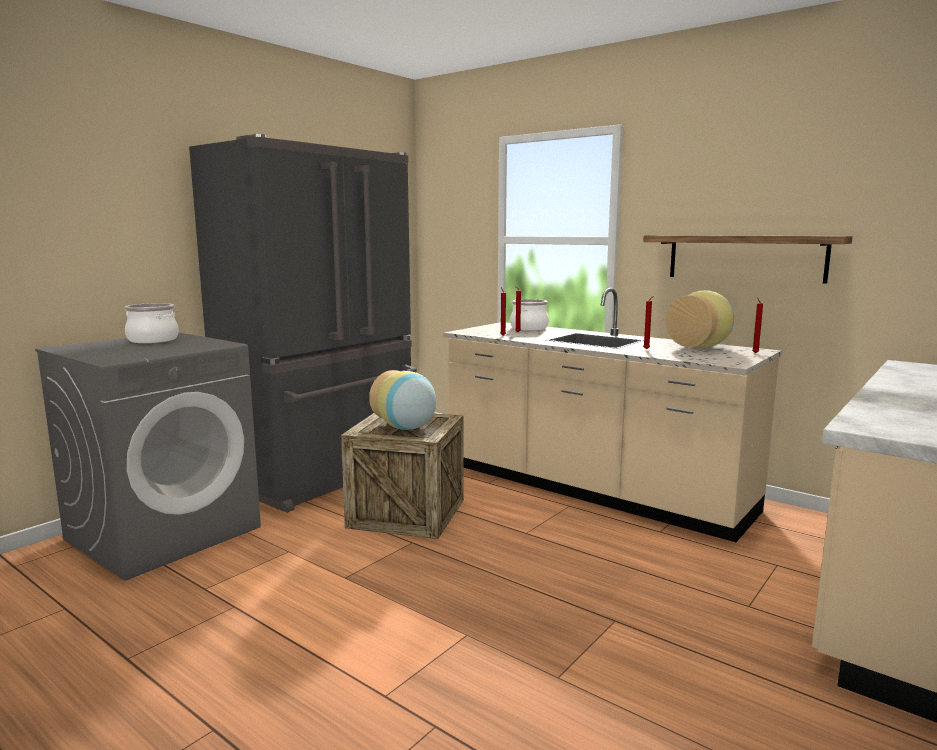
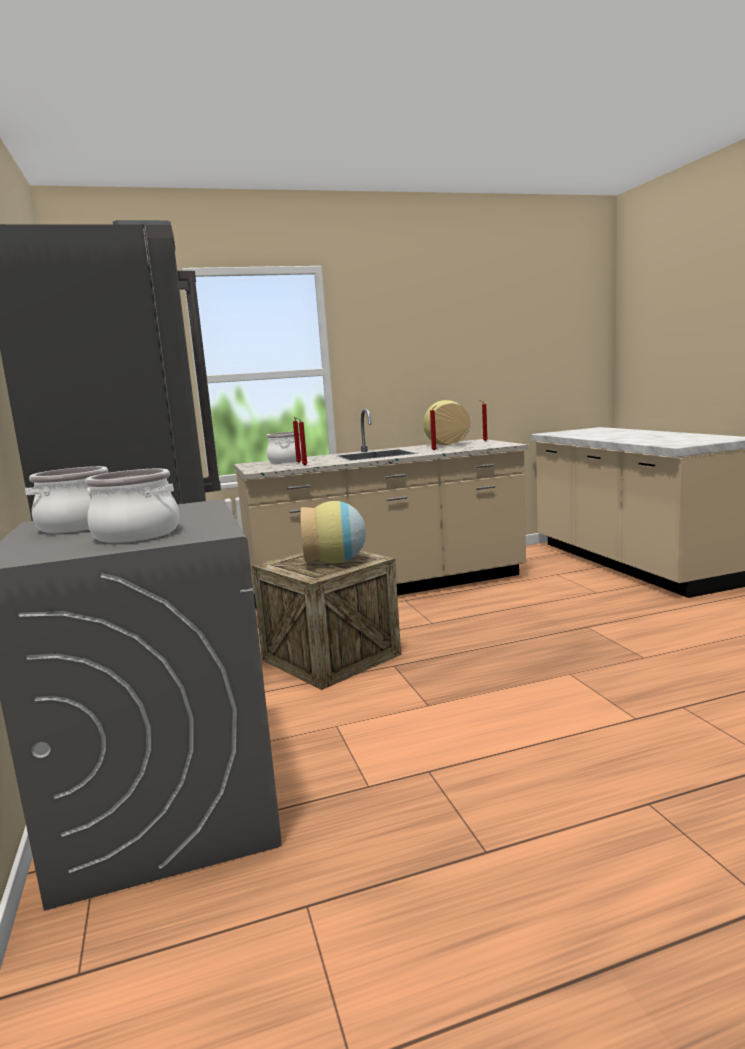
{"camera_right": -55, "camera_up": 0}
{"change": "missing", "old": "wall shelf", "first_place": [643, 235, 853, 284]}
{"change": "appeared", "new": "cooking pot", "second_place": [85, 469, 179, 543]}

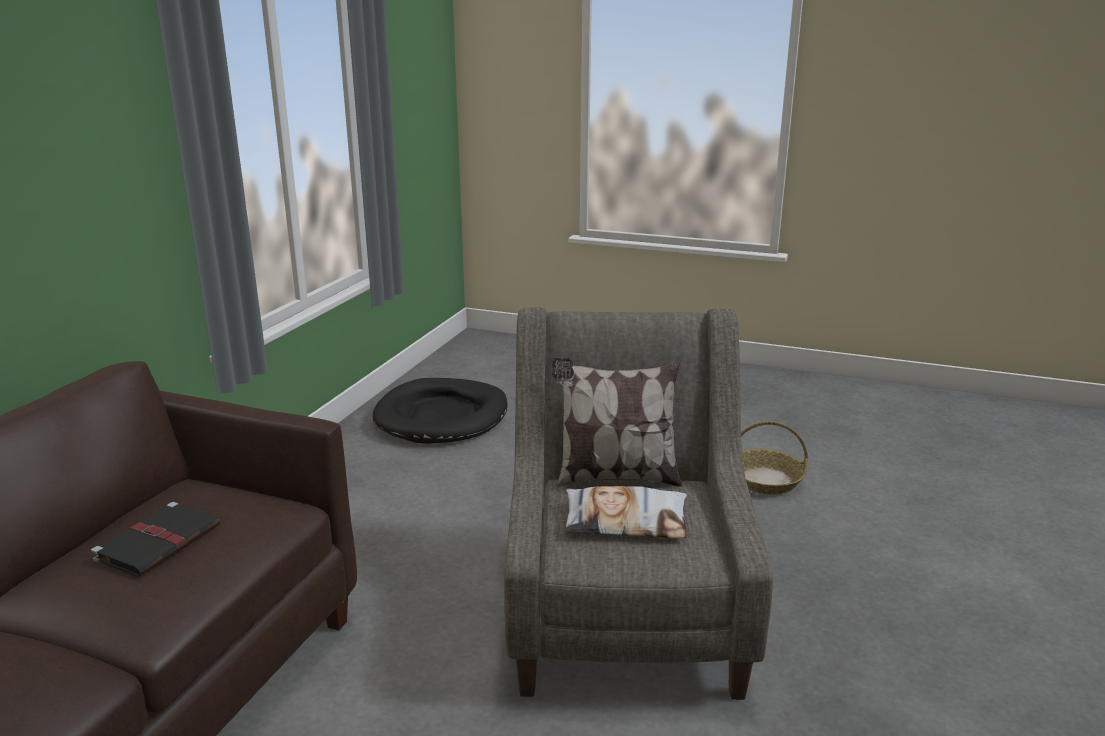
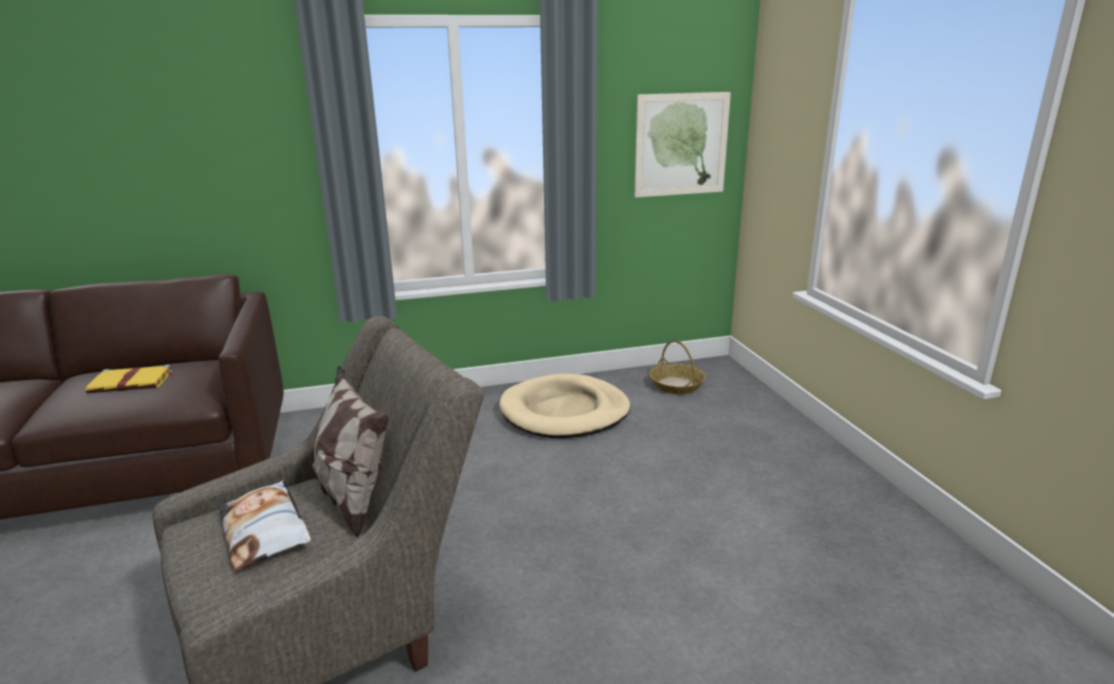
{"camera_right": 55, "camera_up": 0}
{"change": "colour", "old": "black bound book", "new": "yellowish bound book", "first_place": [91, 502, 220, 577], "second_place": [85, 365, 175, 393]}
{"change": "colour", "old": "black pet bed", "new": "beige-coloured pet bed", "first_place": [373, 378, 508, 444], "second_place": [499, 374, 631, 438]}
{"change": "relocated", "old": "household basket", "first_place": [741, 421, 808, 494], "second_place": [650, 340, 706, 394]}
{"change": "appeared", "new": "picture", "second_place": [634, 92, 731, 198]}

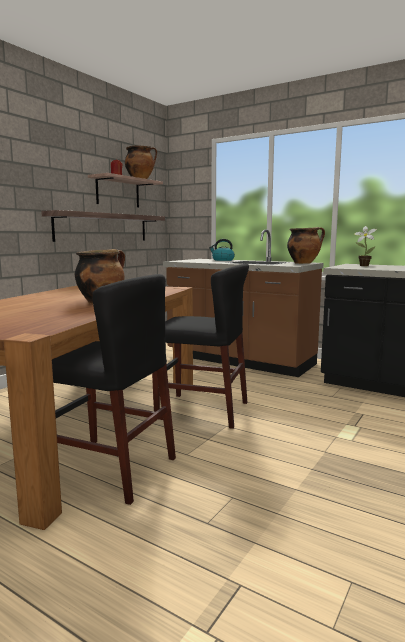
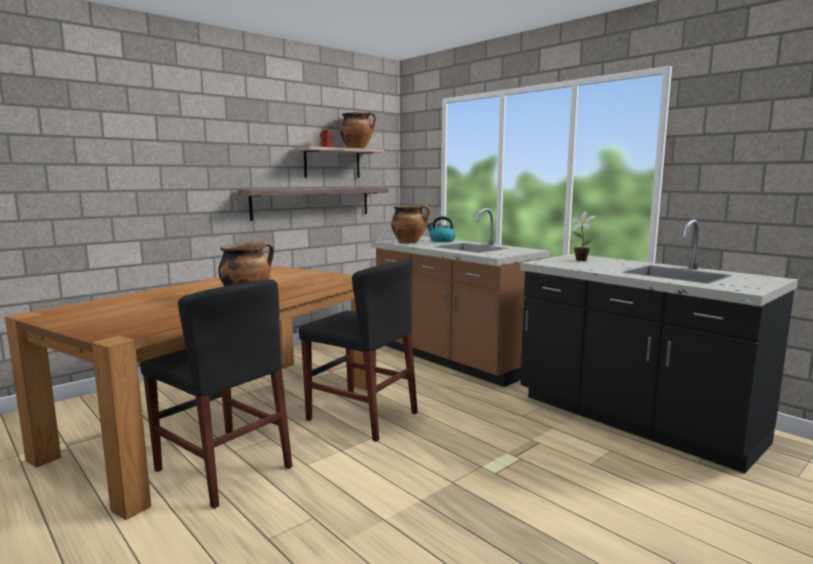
{"camera_right": 15, "camera_up": 0}
{"change": "relocated", "old": "cooking pot", "first_place": [287, 227, 325, 264], "second_place": [391, 205, 430, 243]}

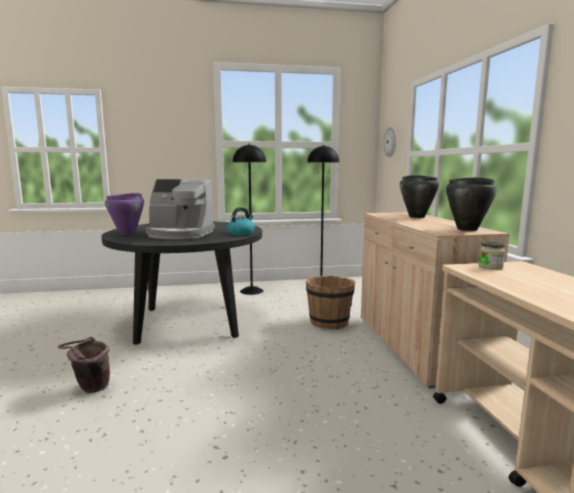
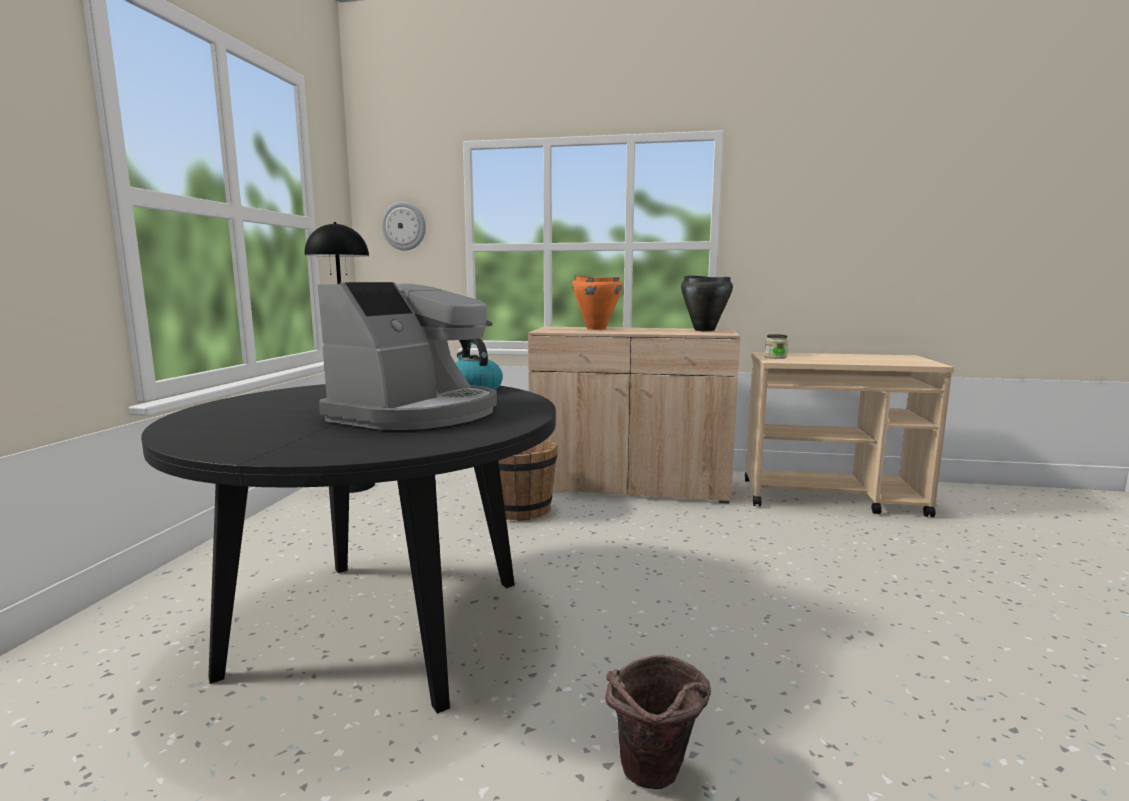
{"camera_right": -70, "camera_up": 0}
{"change": "missing", "old": "purplish cooking pot", "first_place": [105, 193, 144, 235]}
{"change": "missing", "old": "black standard lamp", "first_place": [233, 144, 266, 295]}
{"change": "colour", "old": "black cooking pot", "new": "orangey cooking pot", "first_place": [400, 175, 439, 218], "second_place": [572, 275, 622, 330]}

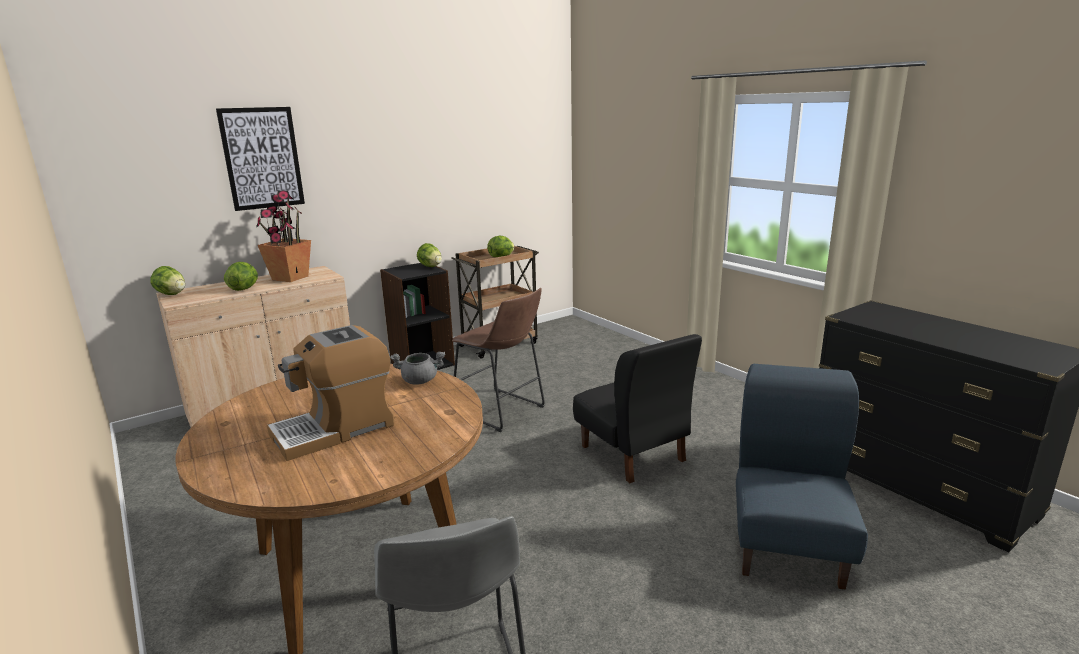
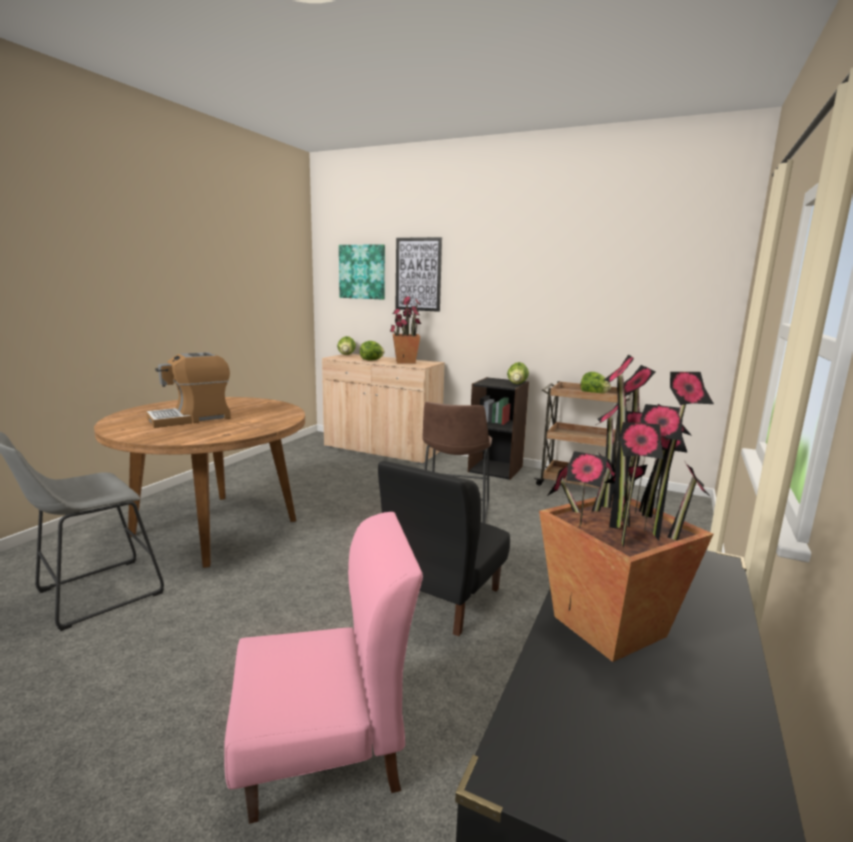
{"camera_right": 60, "camera_up": -5}
{"change": "spun", "old": "coffee brewer", "first_place": [267, 325, 394, 461], "second_place": [146, 352, 231, 428], "degrees": -60}
{"change": "missing", "old": "grey cooking pot", "first_place": [390, 352, 445, 385]}
{"change": "colour", "old": "blue-coloured chair", "new": "pinkish chair", "first_place": [736, 364, 868, 590], "second_place": [224, 512, 423, 824]}
{"change": "appeared", "new": "picture", "second_place": [339, 244, 385, 300]}
{"change": "appeared", "new": "houseplant", "second_place": [539, 355, 714, 662]}

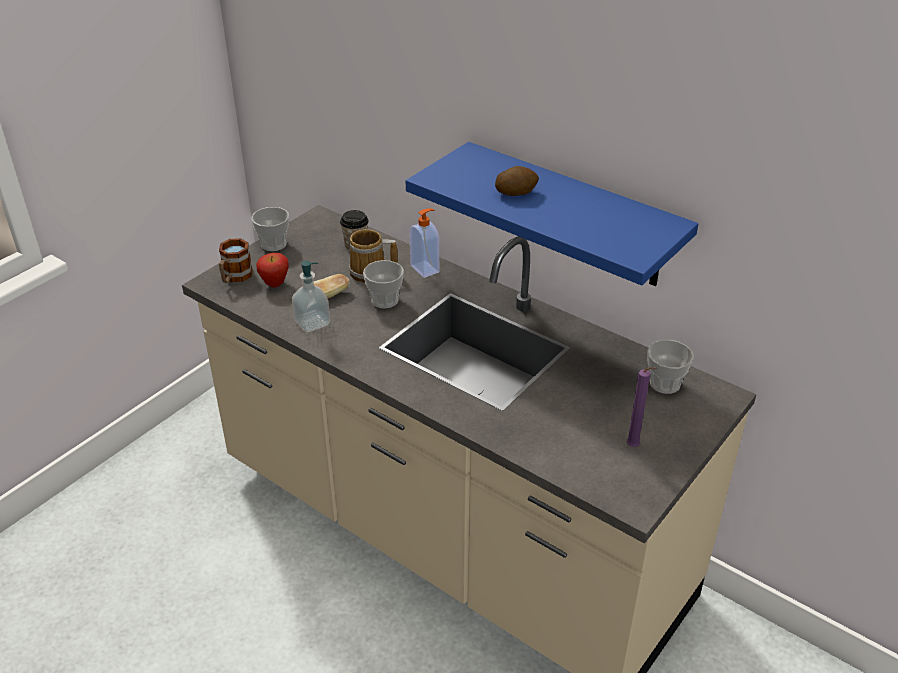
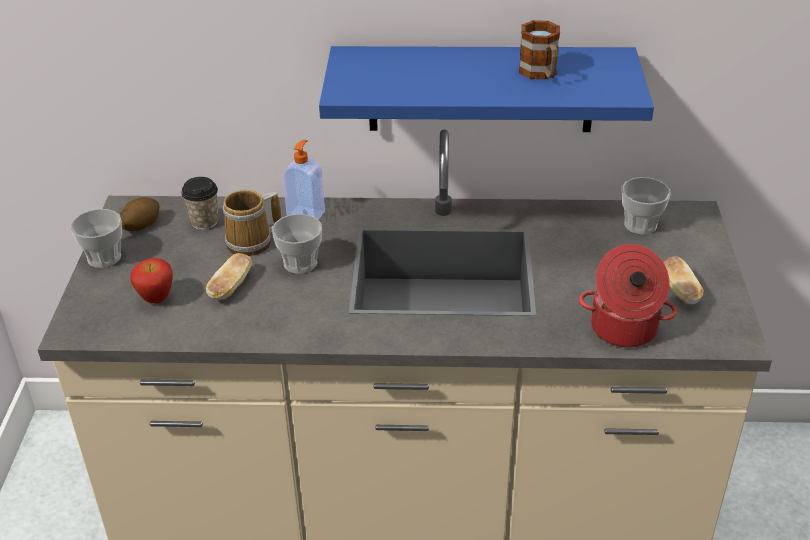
{"camera_right": -35, "camera_up": 0}
{"change": "relocated", "old": "coffee mug", "first_place": [219, 238, 253, 283], "second_place": [519, 20, 560, 79]}
{"change": "missing", "old": "liquid soap bottle", "first_place": [292, 261, 330, 332]}
{"change": "relocated", "old": "whole potato", "first_place": [495, 166, 539, 196], "second_place": [119, 197, 159, 231]}
{"change": "exchanged", "old": "purplish wax light", "new": "baked bread", "first_place": [626, 367, 657, 447], "second_place": [664, 256, 704, 305]}
{"change": "appeared", "new": "cooking pot", "second_place": [579, 244, 677, 348]}

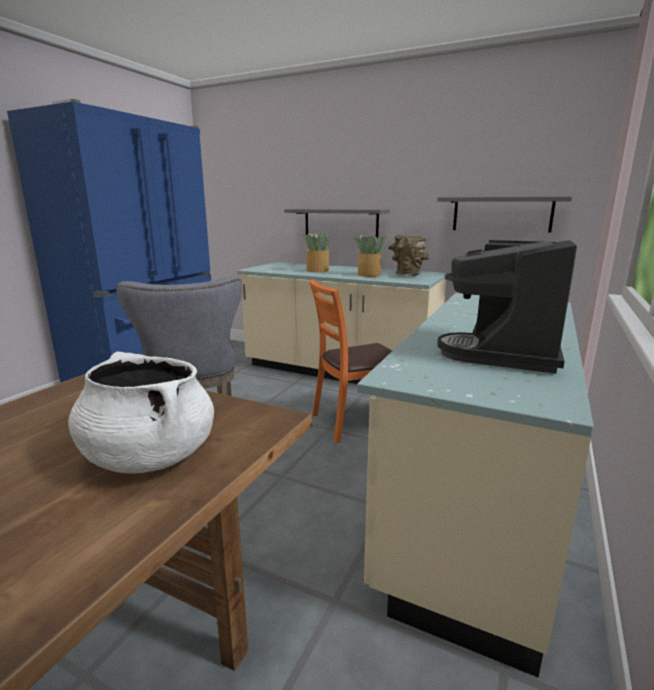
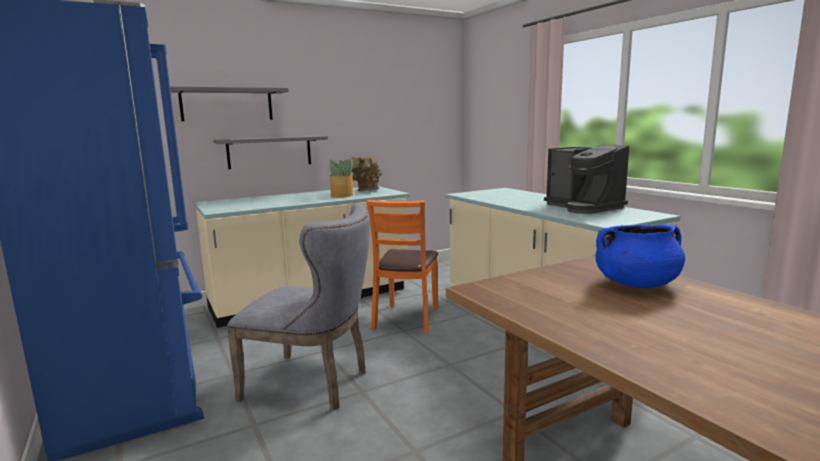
{"camera_right": -55, "camera_up": -5}
{"change": "colour", "old": "white-coloured cooking pot", "new": "blue-coloured cooking pot", "first_place": [68, 351, 214, 473], "second_place": [595, 224, 685, 288]}
{"change": "missing", "old": "houseplant", "first_place": [303, 232, 330, 272]}
{"change": "relocated", "old": "grey wall shelf", "first_place": [437, 196, 572, 232], "second_place": [170, 86, 289, 121]}

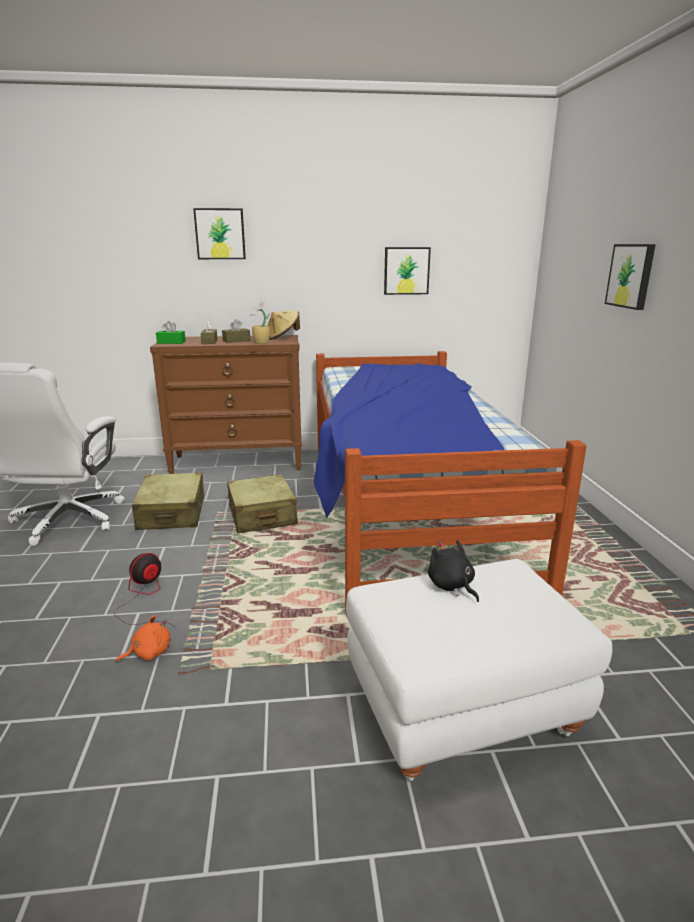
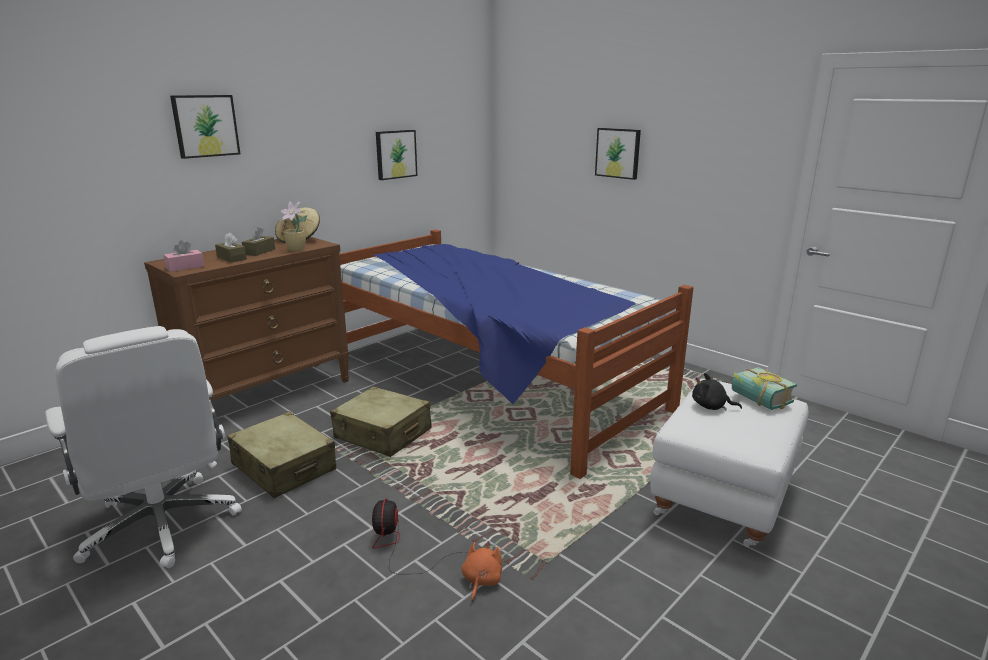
{"camera_right": -40, "camera_up": 0}
{"change": "colour", "old": "greenish tissue holder", "new": "pinkish tissue holder", "first_place": [156, 321, 186, 344], "second_place": [163, 240, 204, 272]}
{"change": "appeared", "new": "bound book", "second_place": [732, 367, 797, 410]}

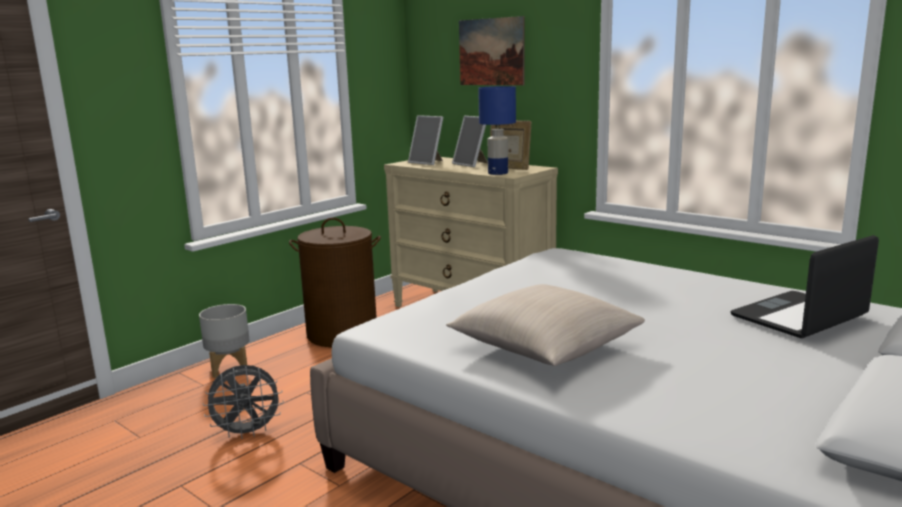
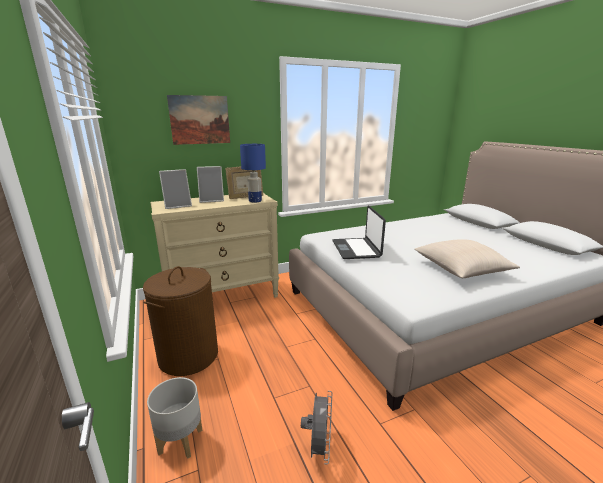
{"camera_right": -65, "camera_up": 5}
{"change": "relocated", "old": "laptop", "first_place": [731, 235, 879, 338], "second_place": [332, 206, 386, 259]}

